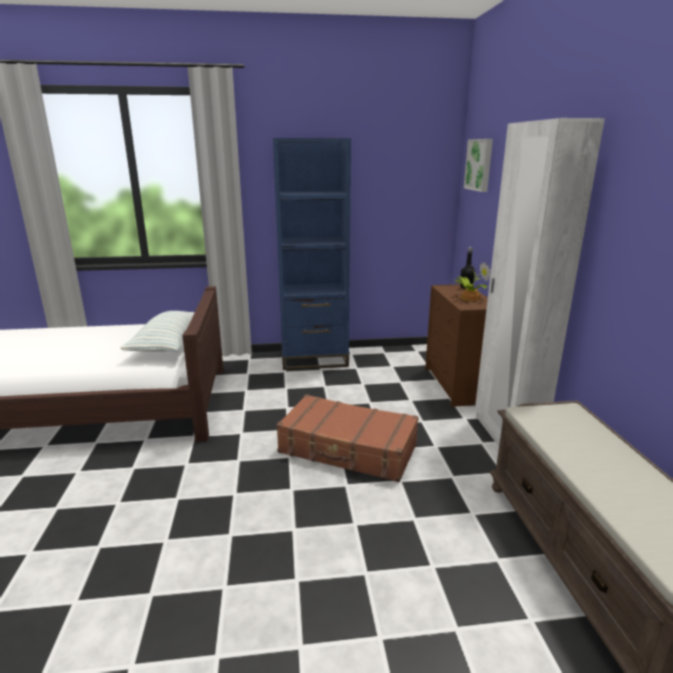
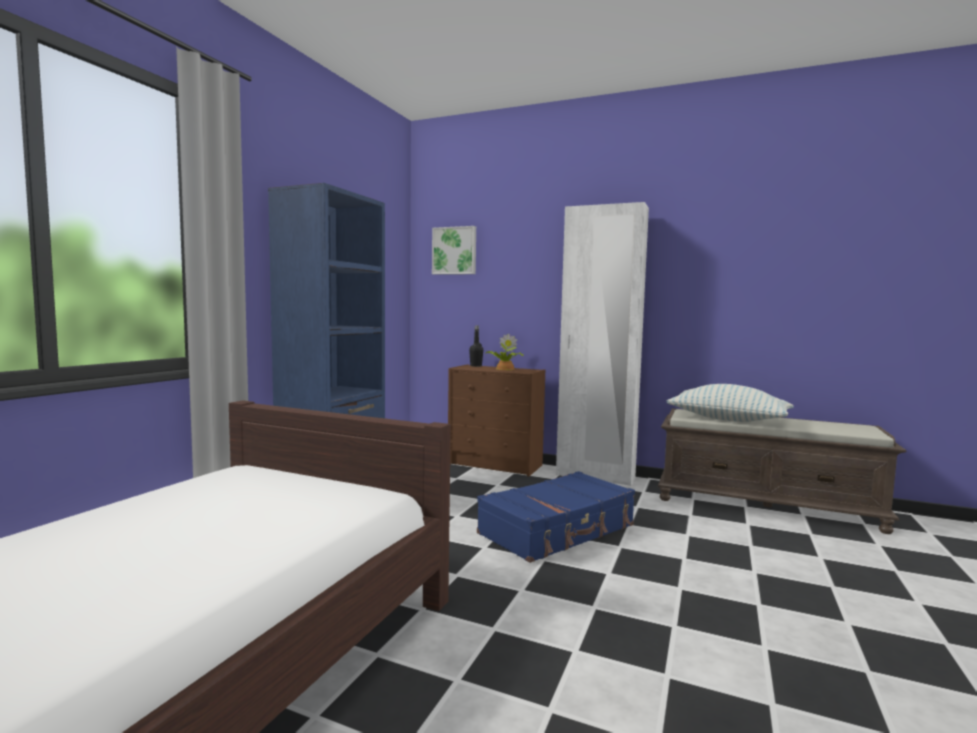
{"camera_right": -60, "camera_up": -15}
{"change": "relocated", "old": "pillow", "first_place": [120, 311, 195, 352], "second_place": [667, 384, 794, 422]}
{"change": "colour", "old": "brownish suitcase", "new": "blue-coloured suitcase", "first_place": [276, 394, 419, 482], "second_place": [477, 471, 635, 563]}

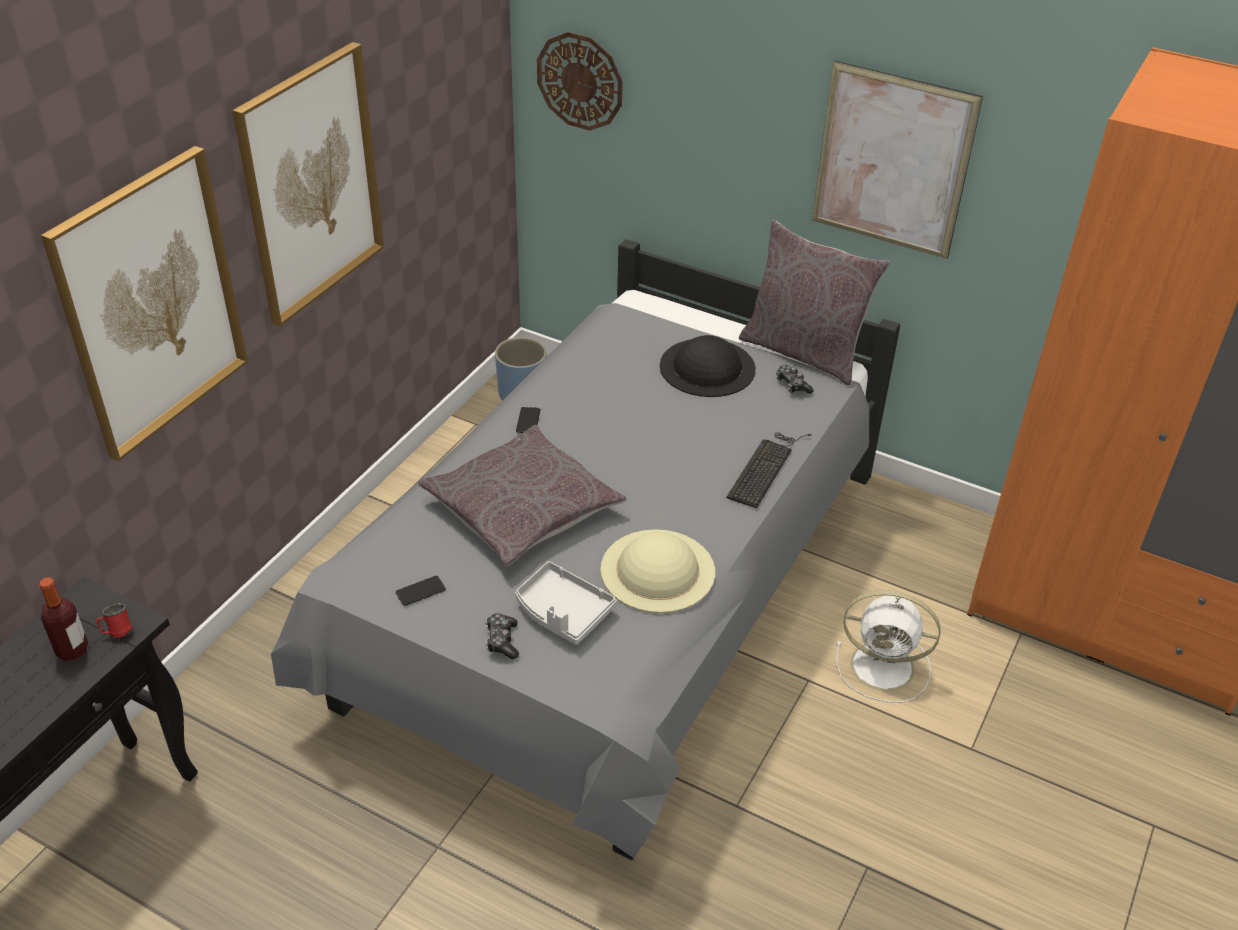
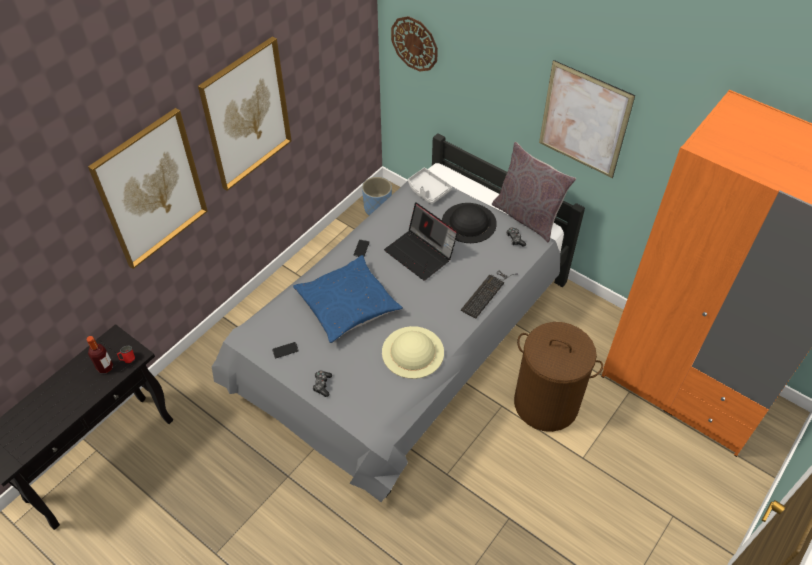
{"camera_right": 10, "camera_up": 10}
{"change": "colour", "old": "grey pillow", "new": "blue-coloured pillow", "first_place": [419, 425, 626, 566], "second_place": [293, 255, 403, 343]}
{"change": "relocated", "old": "grey carrying tray", "first_place": [516, 561, 617, 645], "second_place": [408, 168, 452, 204]}
{"change": "exchanged", "old": "white-coloured cooling fan", "new": "brownish hamper", "first_place": [836, 590, 940, 703], "second_place": [514, 322, 603, 432]}
{"change": "appeared", "new": "laptop", "second_place": [384, 202, 458, 281]}

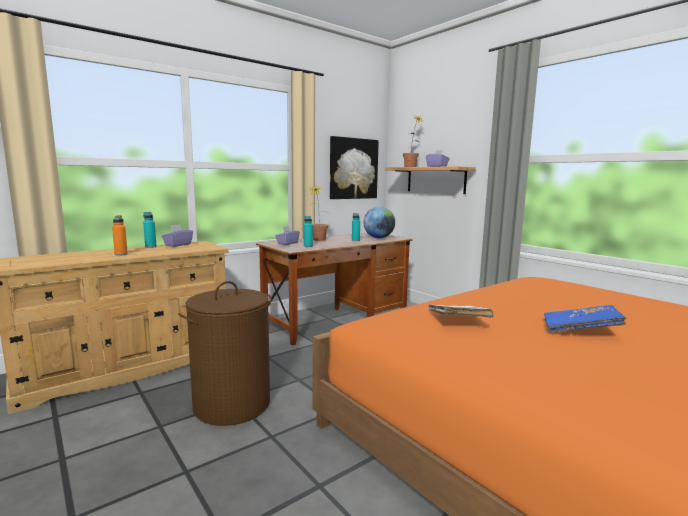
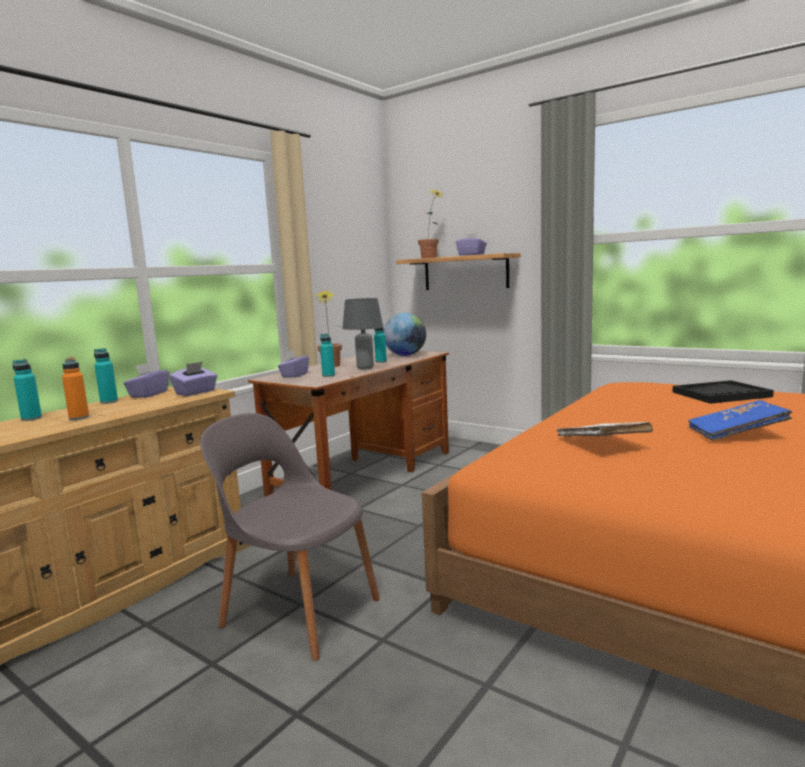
{"camera_right": -15, "camera_up": 0}
{"change": "exchanged", "old": "brownish hamper", "new": "grey chair", "first_place": [178, 281, 272, 426], "second_place": [200, 413, 380, 661]}
{"change": "missing", "old": "picture", "first_place": [330, 136, 379, 199]}
{"change": "appeared", "new": "turquoise beverage bottle", "second_place": [12, 359, 42, 421]}
{"change": "appeared", "new": "purplish tissue holder", "second_place": [169, 361, 217, 396]}
{"change": "appeared", "new": "grey tabletop lamp", "second_place": [343, 298, 383, 369]}
{"change": "appeared", "new": "black carrying tray", "second_place": [672, 380, 774, 404]}

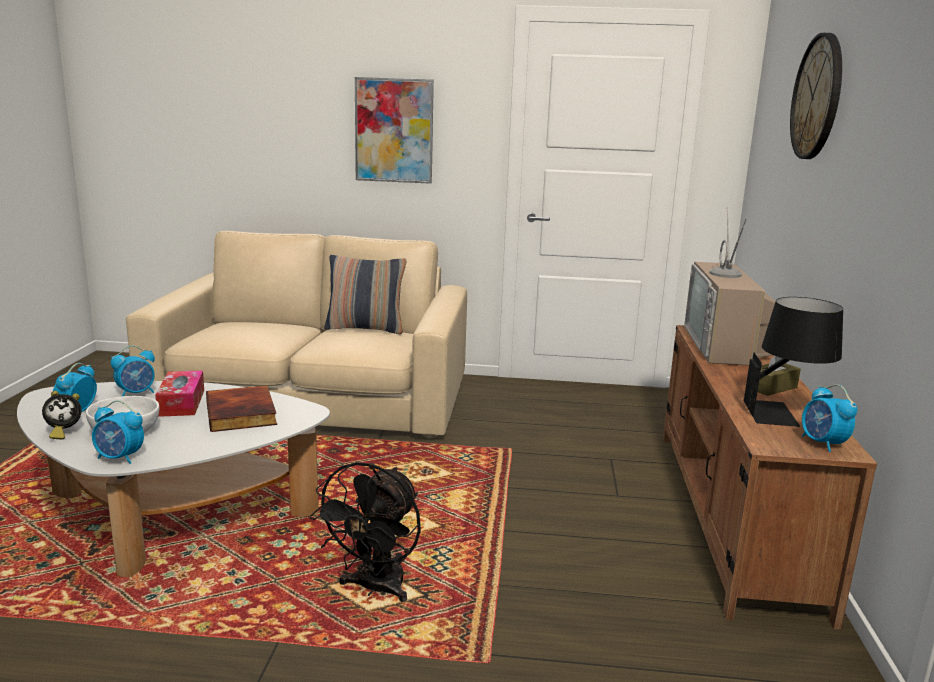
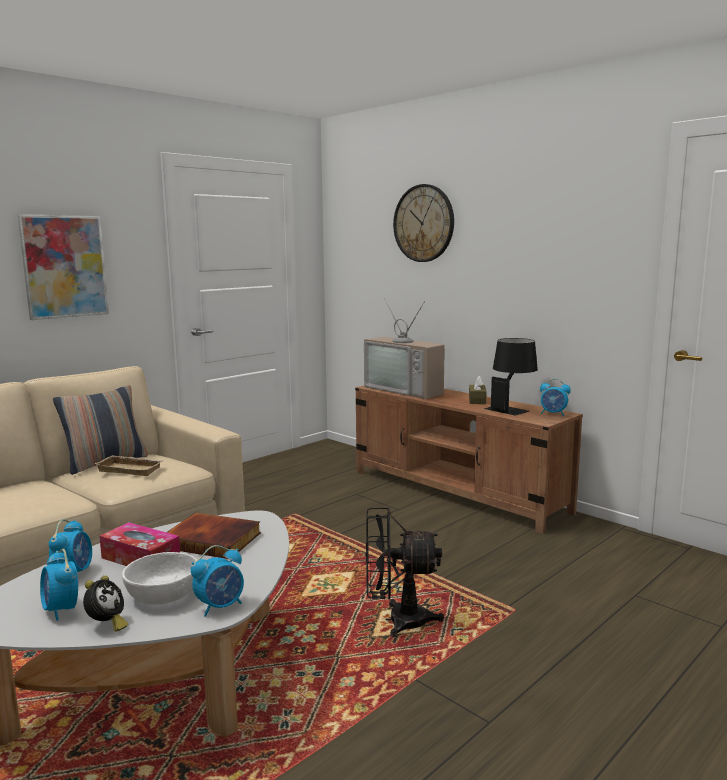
{"camera_right": -50, "camera_up": -5}
{"change": "spun", "old": "black cooling fan", "first_place": [309, 462, 421, 602], "second_place": [366, 508, 444, 637], "degrees": 120}
{"change": "appeared", "new": "beige-coloured carrying tray", "second_place": [94, 455, 163, 476]}

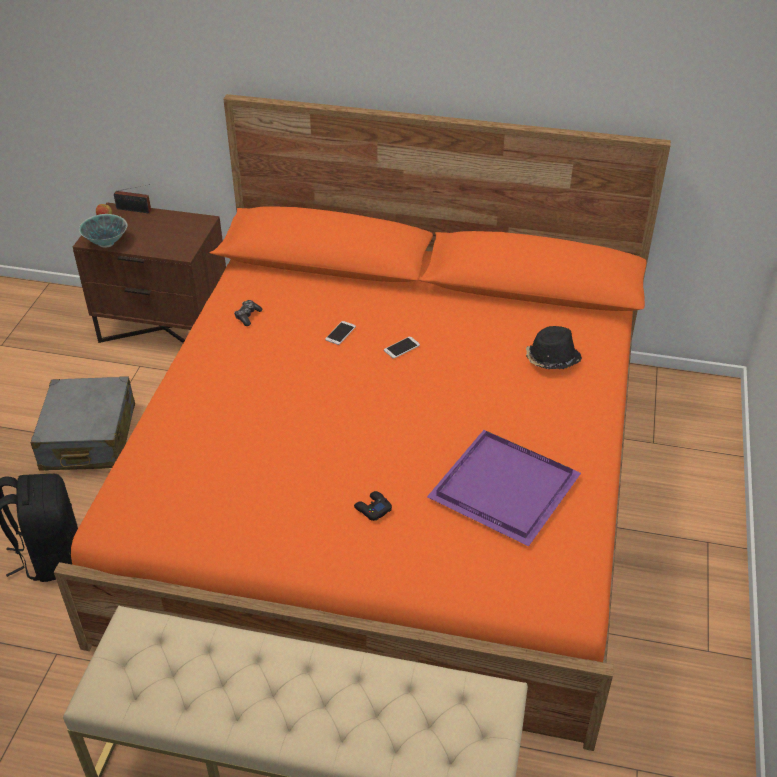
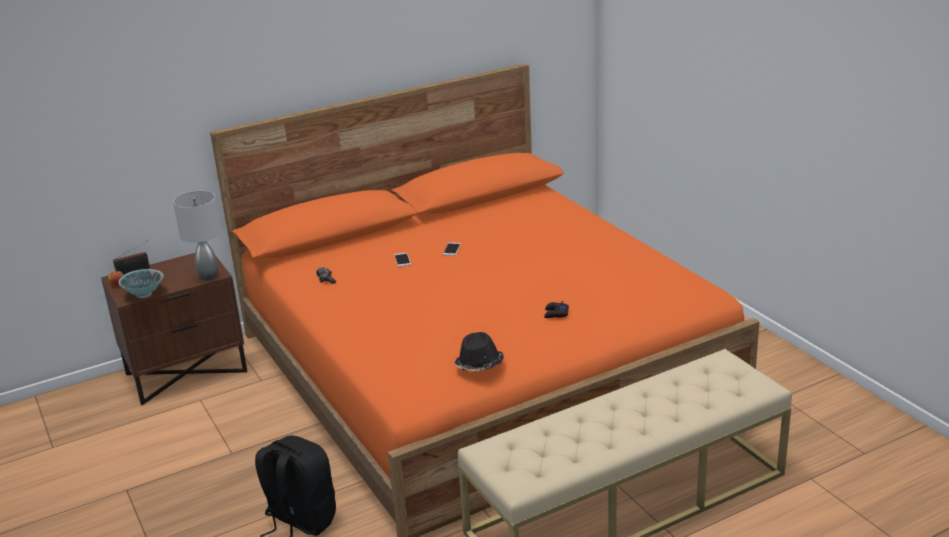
{"camera_right": -40, "camera_up": -15}
{"change": "missing", "old": "grey suitcase", "first_place": [30, 376, 135, 470]}
{"change": "missing", "old": "purplish carrying tray", "first_place": [427, 430, 581, 546]}
{"change": "relocated", "old": "black wearable hat", "first_place": [526, 326, 582, 369], "second_place": [454, 332, 504, 371]}
{"change": "appeared", "new": "grey tabletop lamp", "second_place": [173, 191, 221, 280]}

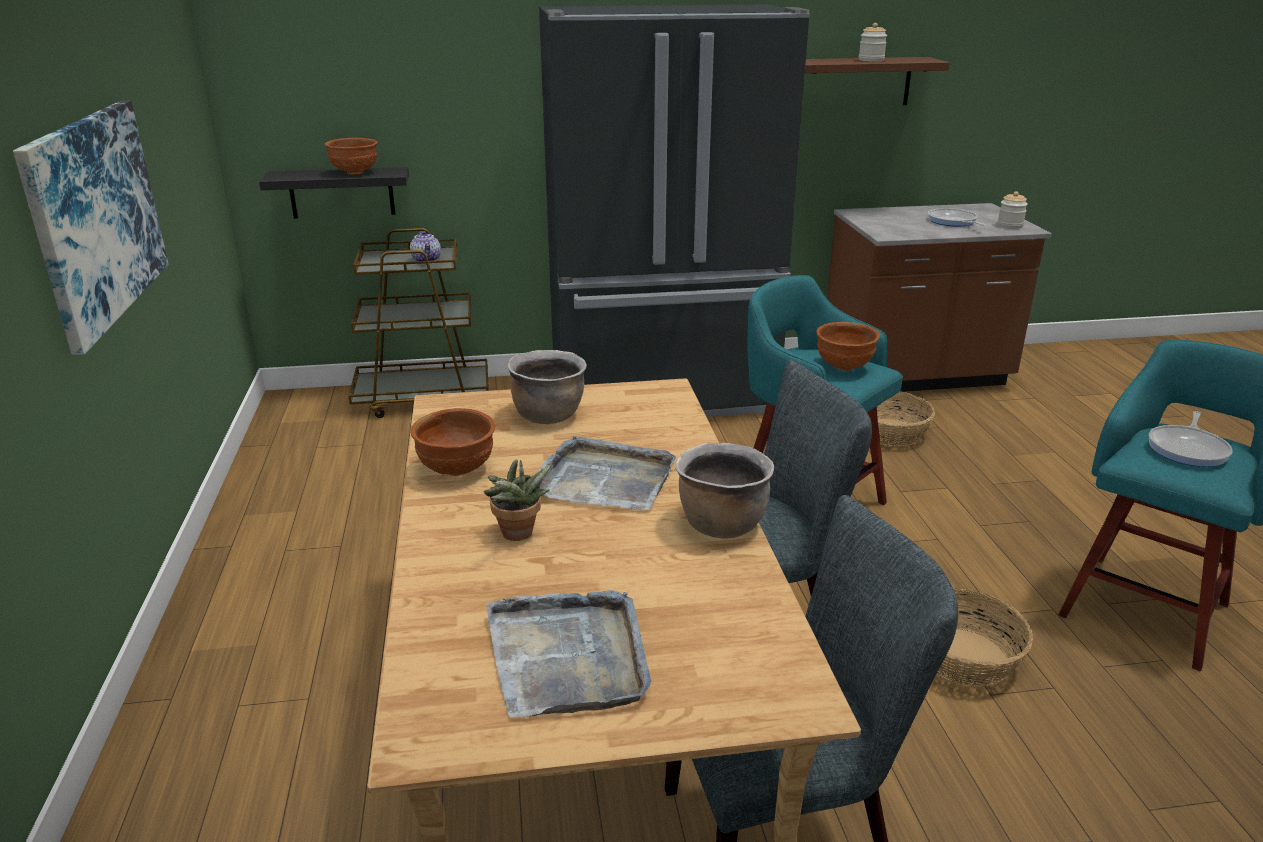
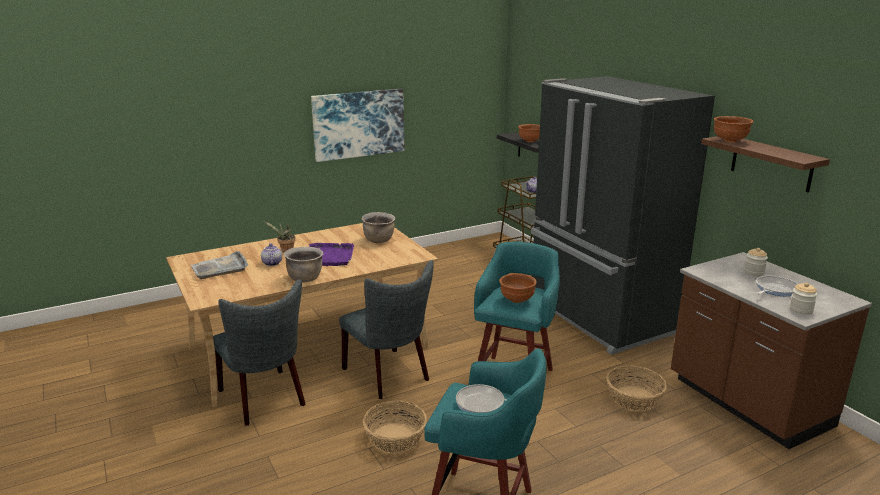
{"camera_right": 70, "camera_up": -5}
{"change": "relocated", "old": "brownish serving bowl", "first_place": [411, 408, 495, 476], "second_place": [714, 116, 753, 142]}
{"change": "colour", "old": "grey carrying tray", "new": "purplish carrying tray", "first_place": [537, 435, 676, 510], "second_place": [309, 243, 354, 266]}
{"change": "relocated", "old": "preserve jar", "first_place": [859, 23, 887, 61], "second_place": [744, 248, 768, 276]}
{"change": "appeared", "new": "pot for tea", "second_place": [261, 243, 282, 266]}

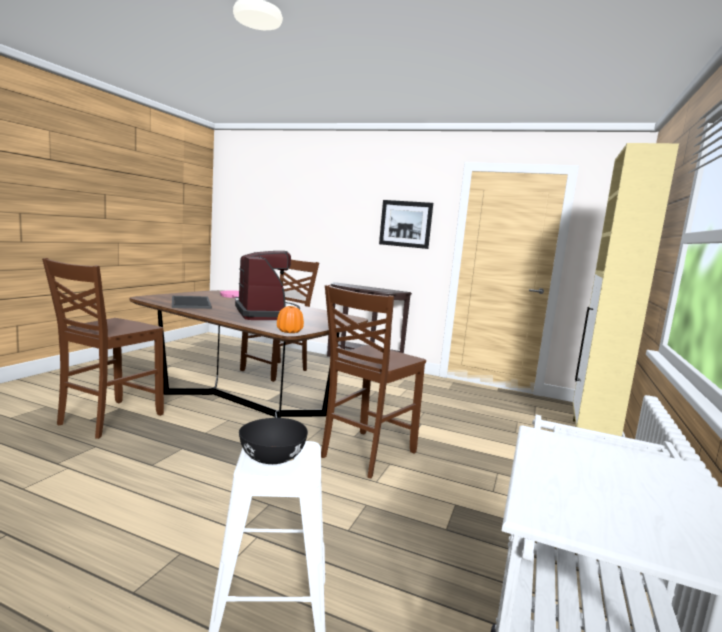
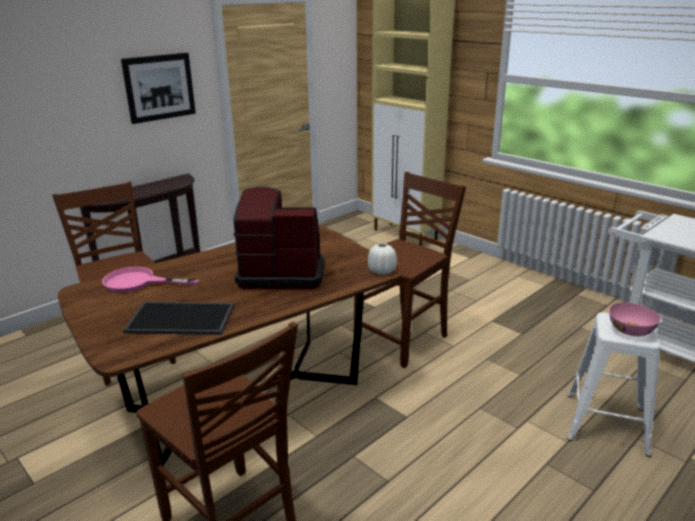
{"camera_right": -65, "camera_up": 15}
{"change": "colour", "old": "black serving bowl", "new": "pinkish serving bowl", "first_place": [239, 418, 308, 464], "second_place": [609, 302, 661, 336]}
{"change": "colour", "old": "orangey decorative vase", "new": "white-coloured decorative vase", "first_place": [277, 306, 304, 333], "second_place": [368, 243, 397, 275]}
{"change": "spun", "old": "brownish chair", "first_place": [321, 285, 426, 478], "second_place": [354, 172, 466, 368], "degrees": -105}

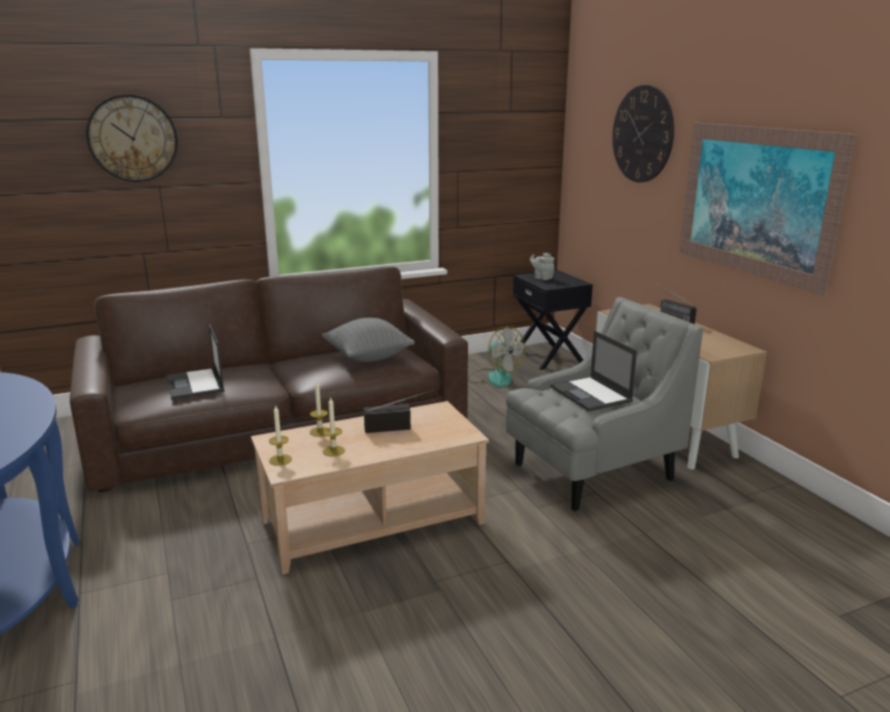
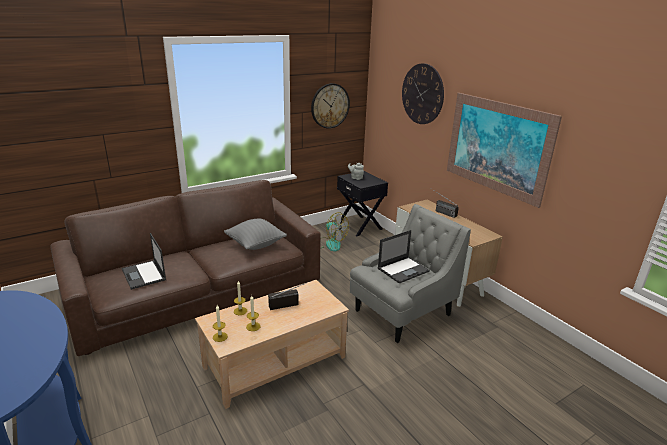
{"camera_right": -10, "camera_up": 5}
{"change": "relocated", "old": "hanging clock", "first_place": [86, 94, 178, 182], "second_place": [311, 83, 350, 129]}
{"change": "spun", "old": "laptop", "first_place": [550, 331, 637, 412], "second_place": [378, 230, 430, 284], "degrees": -90}

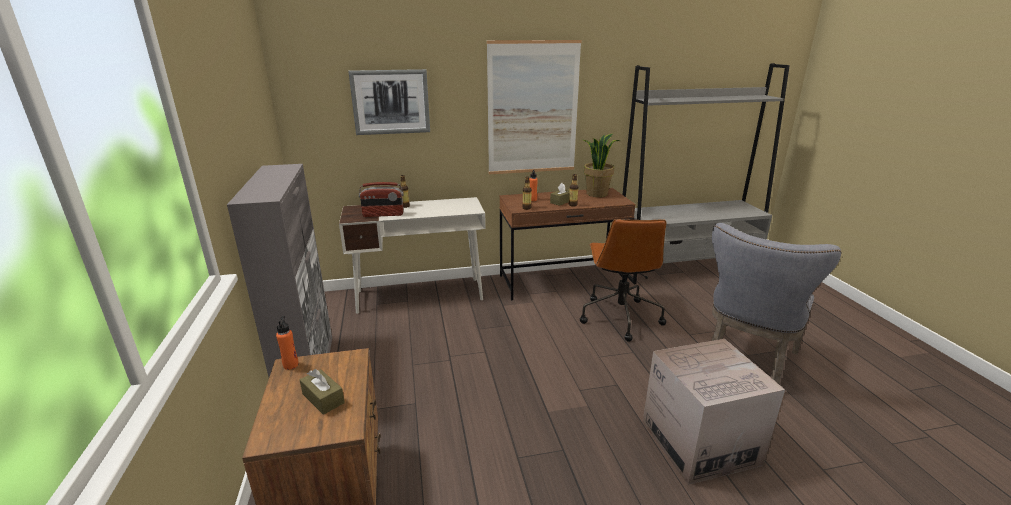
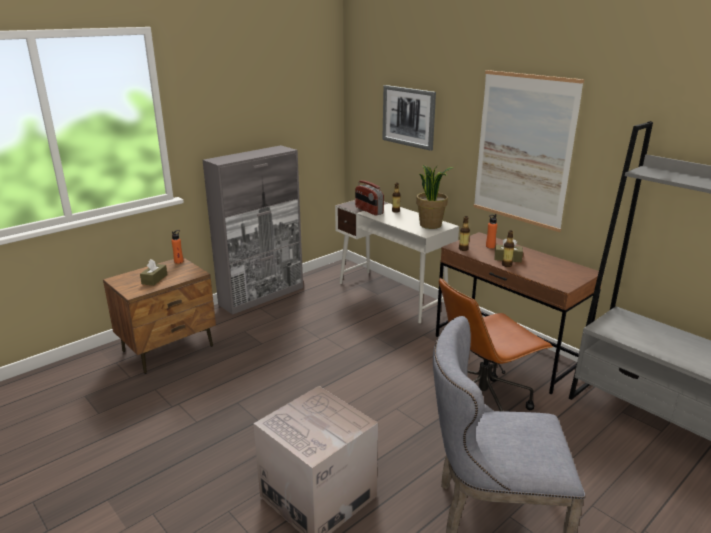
{"camera_right": 60, "camera_up": 0}
{"change": "relocated", "old": "houseplant", "first_place": [584, 133, 620, 197], "second_place": [416, 165, 454, 229]}

